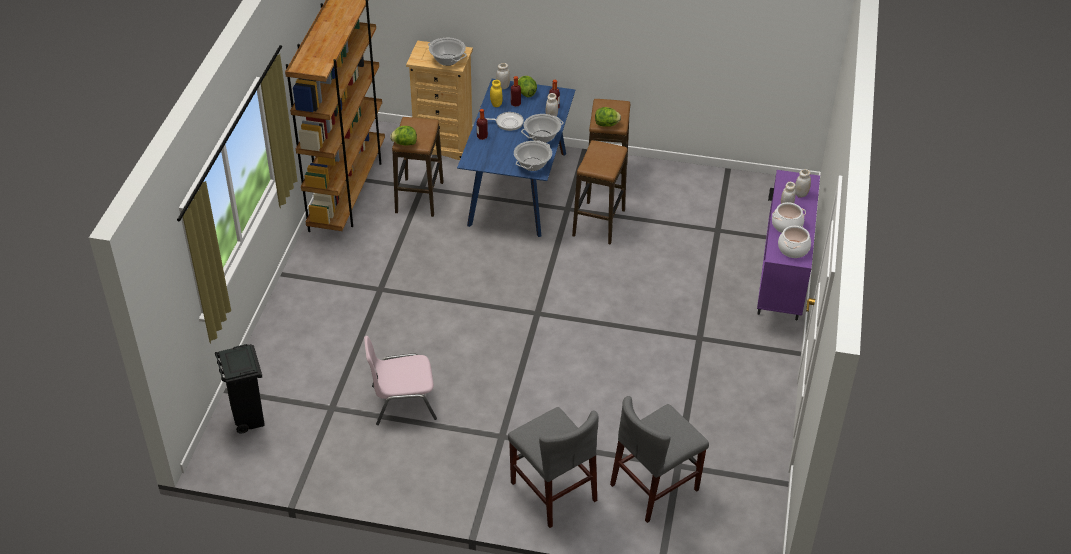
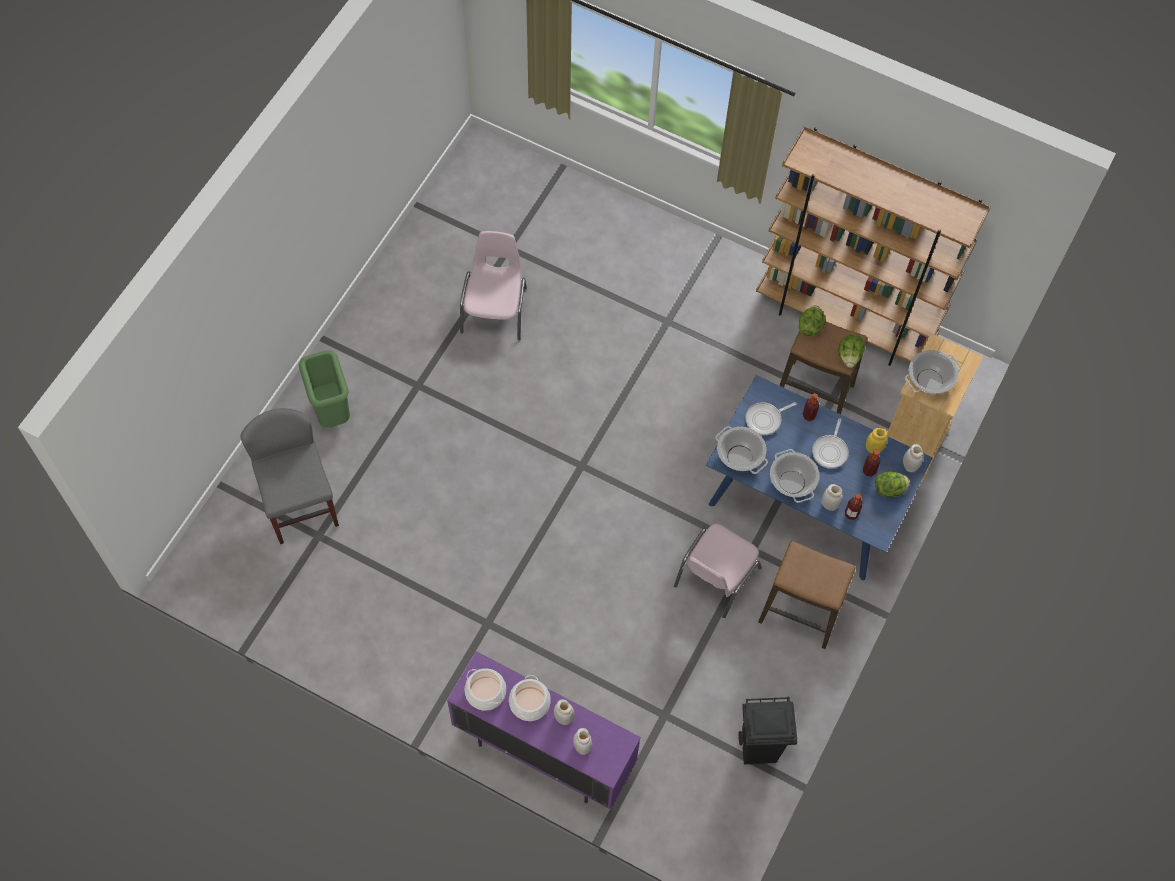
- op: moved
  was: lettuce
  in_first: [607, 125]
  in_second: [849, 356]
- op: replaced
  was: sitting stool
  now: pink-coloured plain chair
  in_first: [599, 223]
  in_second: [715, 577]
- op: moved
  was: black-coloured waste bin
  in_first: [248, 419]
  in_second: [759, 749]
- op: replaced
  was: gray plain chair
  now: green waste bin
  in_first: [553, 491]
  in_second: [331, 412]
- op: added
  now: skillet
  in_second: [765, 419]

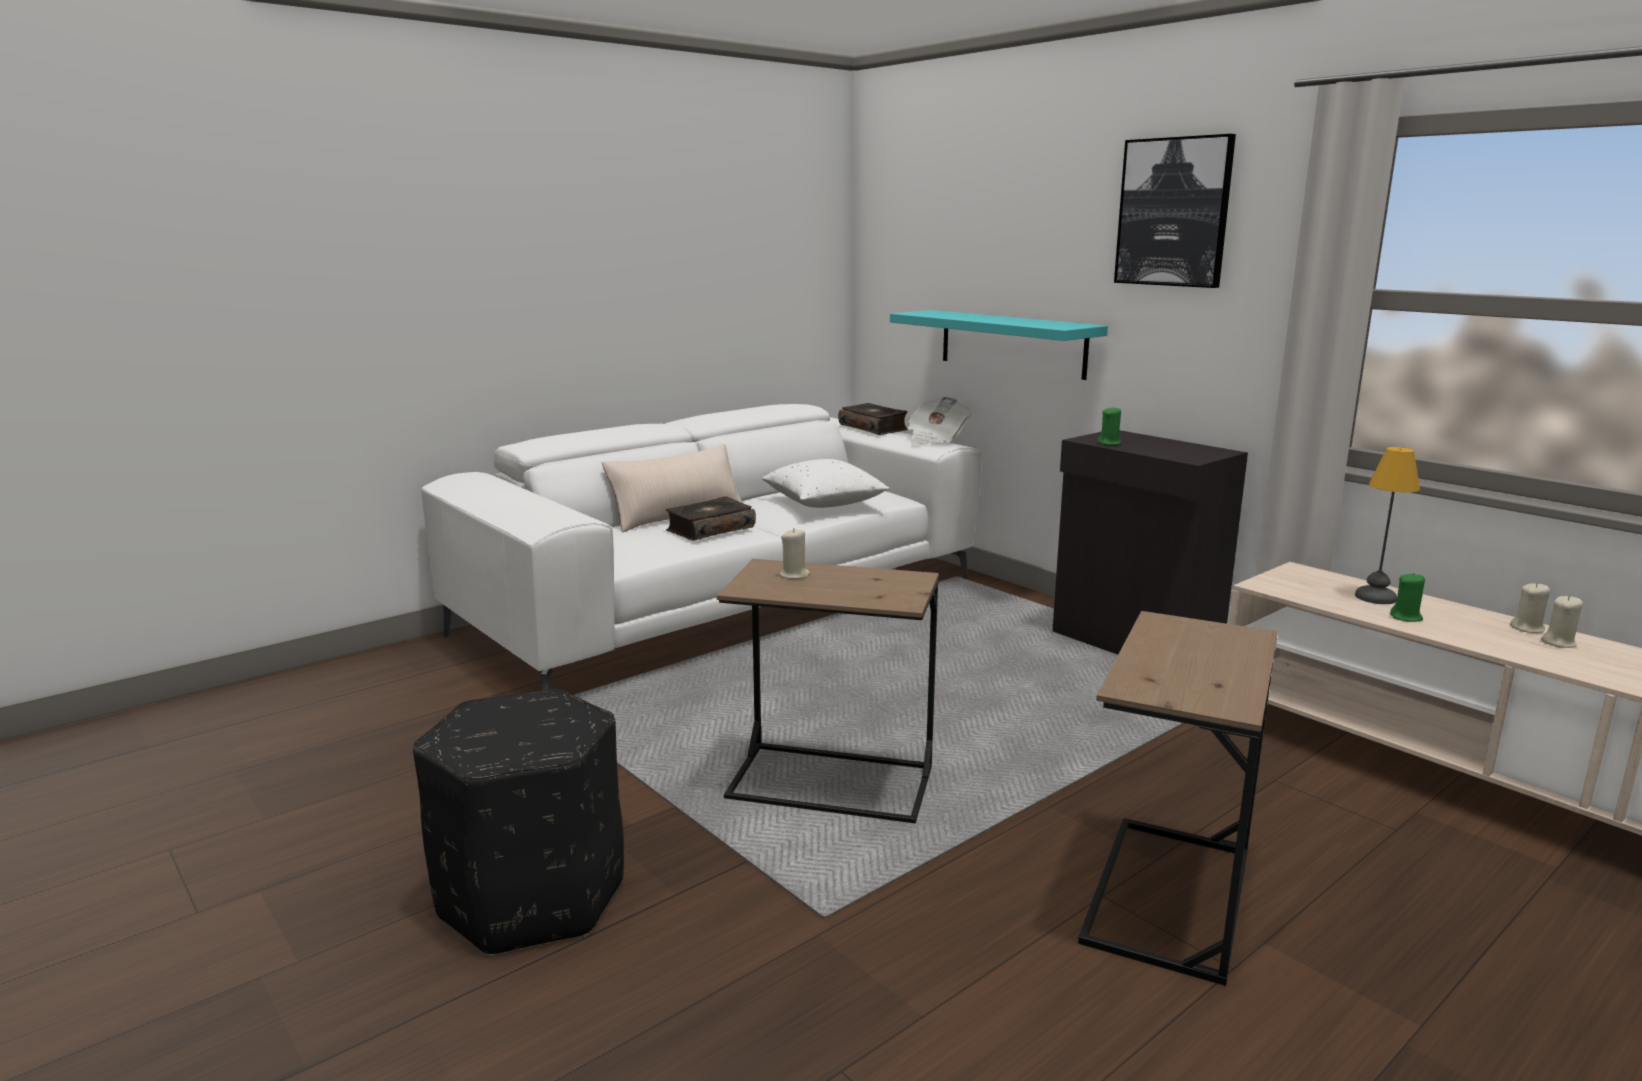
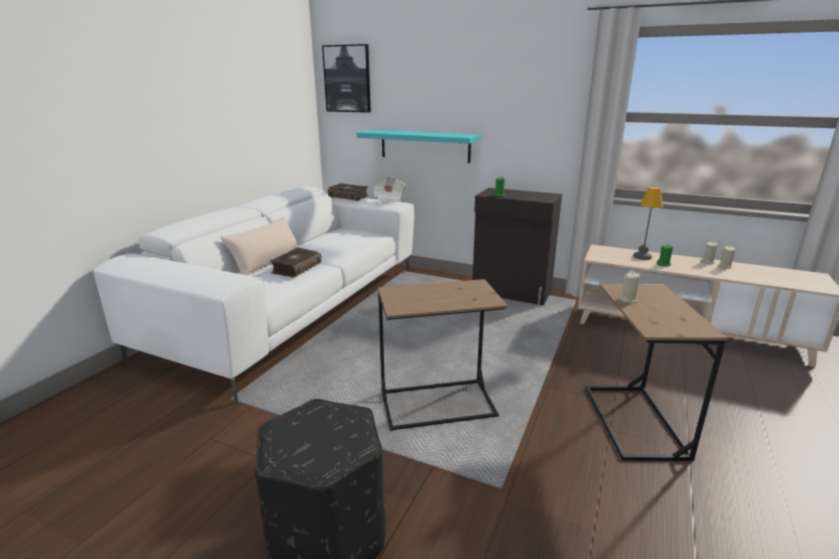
- op: moved
  was: wall picture
  in_first: [1174, 212]
  in_second: [347, 79]
- op: removed
  was: whitish throw pillow
  in_first: [824, 504]
- op: moved
  was: beige-coloured wax candle
  in_first: [794, 575]
  in_second: [628, 299]

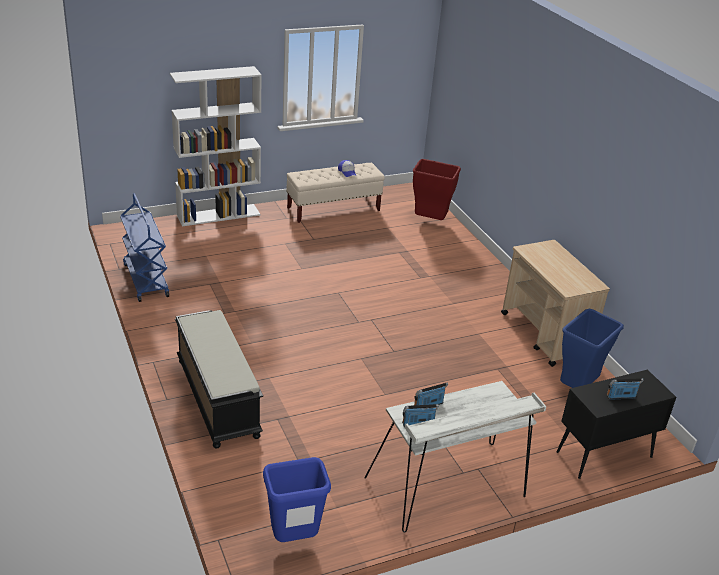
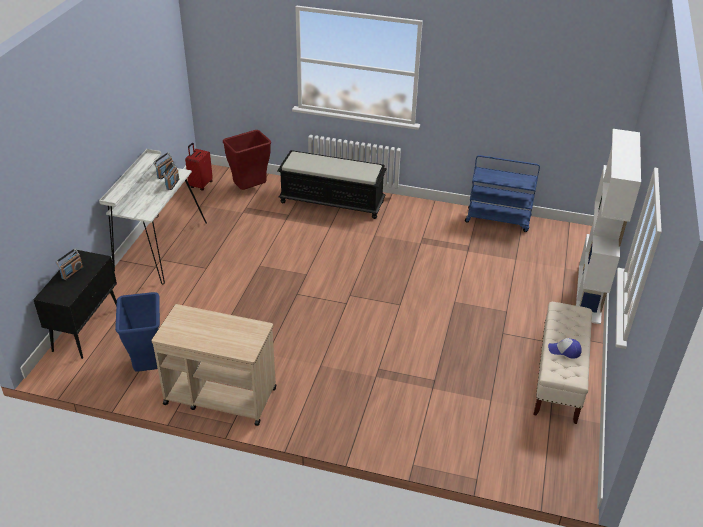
- op: moved
  was: red waste bin
  in_first: [430, 221]
  in_second: [250, 190]
- op: replaced
  was: blue-coloured waste bin
  now: red piece of luggage
  in_first: [293, 539]
  in_second: [200, 185]

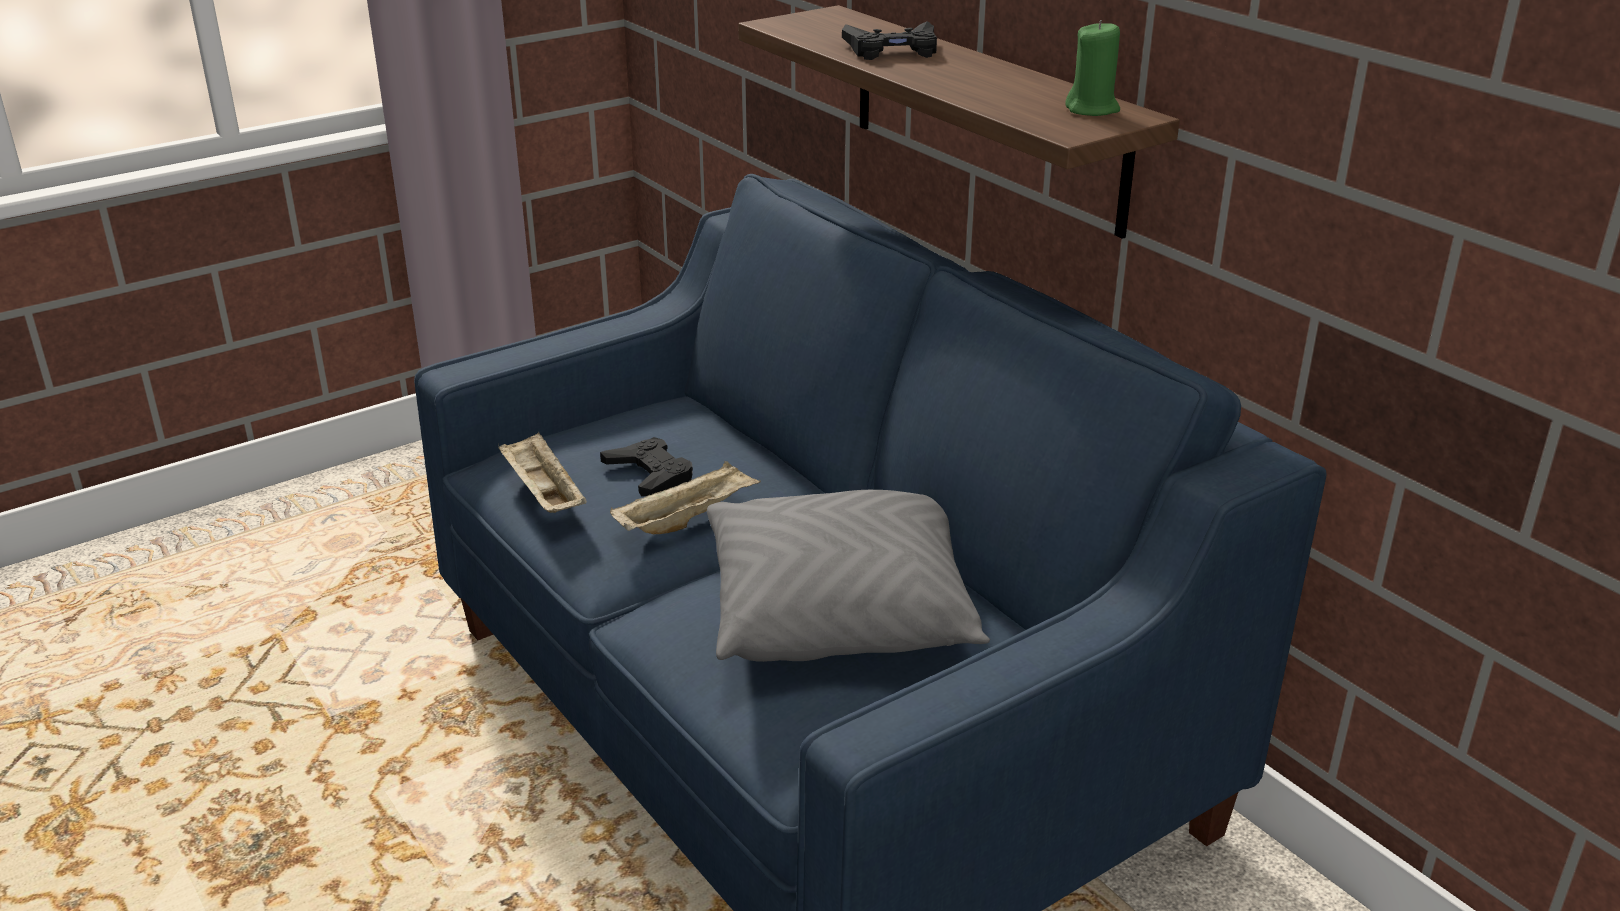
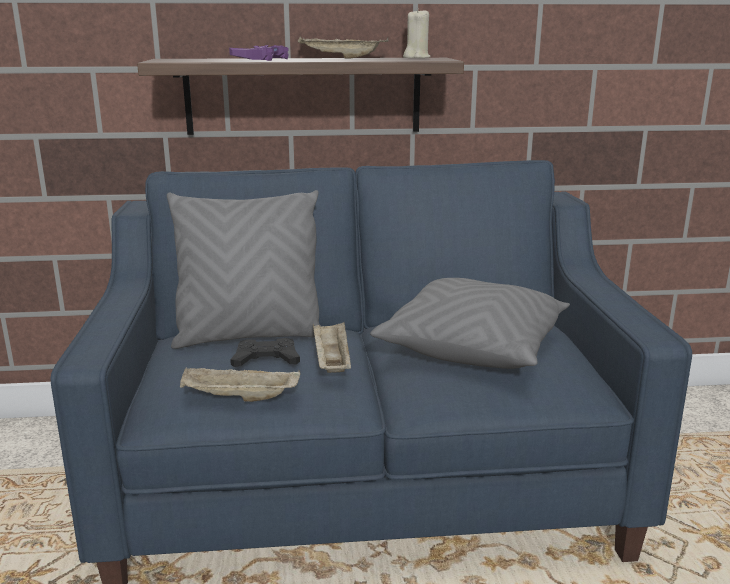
- op: recoloured
  was: green wax candle
  now: beige-coloured wax candle
  in_first: [1092, 109]
  in_second: [416, 58]
- op: recoloured
  was: black-coloured game controller
  now: purple game controller
  in_first: [892, 50]
  in_second: [262, 59]
- op: added
  now: beige-coloured carrying tray
  in_second: [340, 58]
- op: added
  now: gray throw pillow
  in_second: [249, 336]

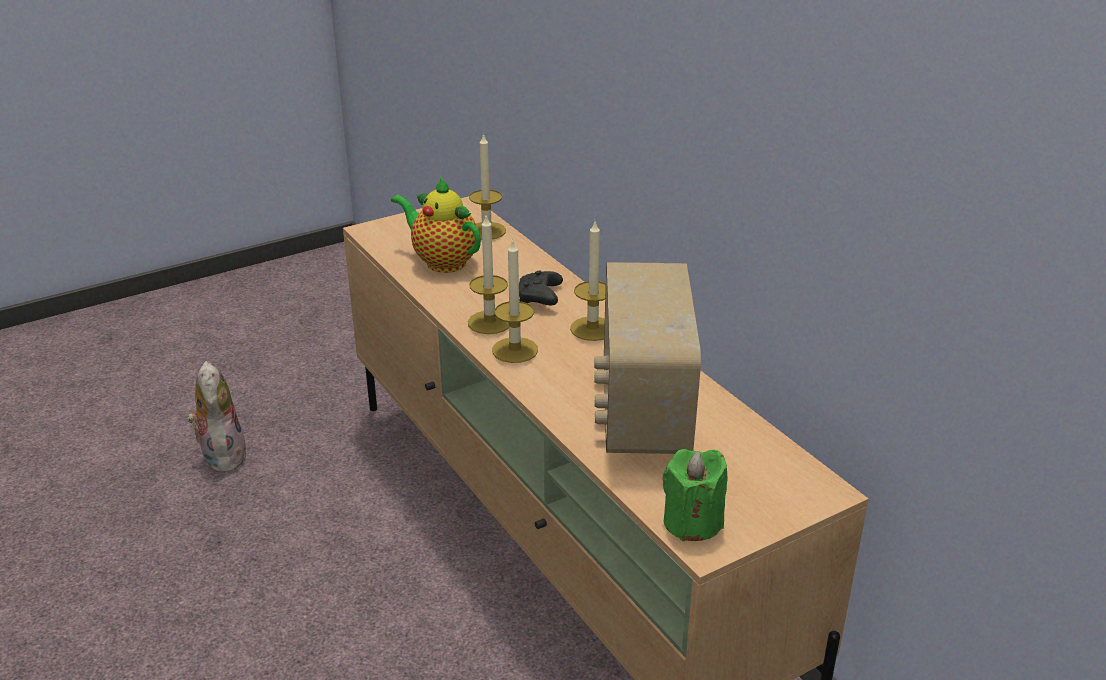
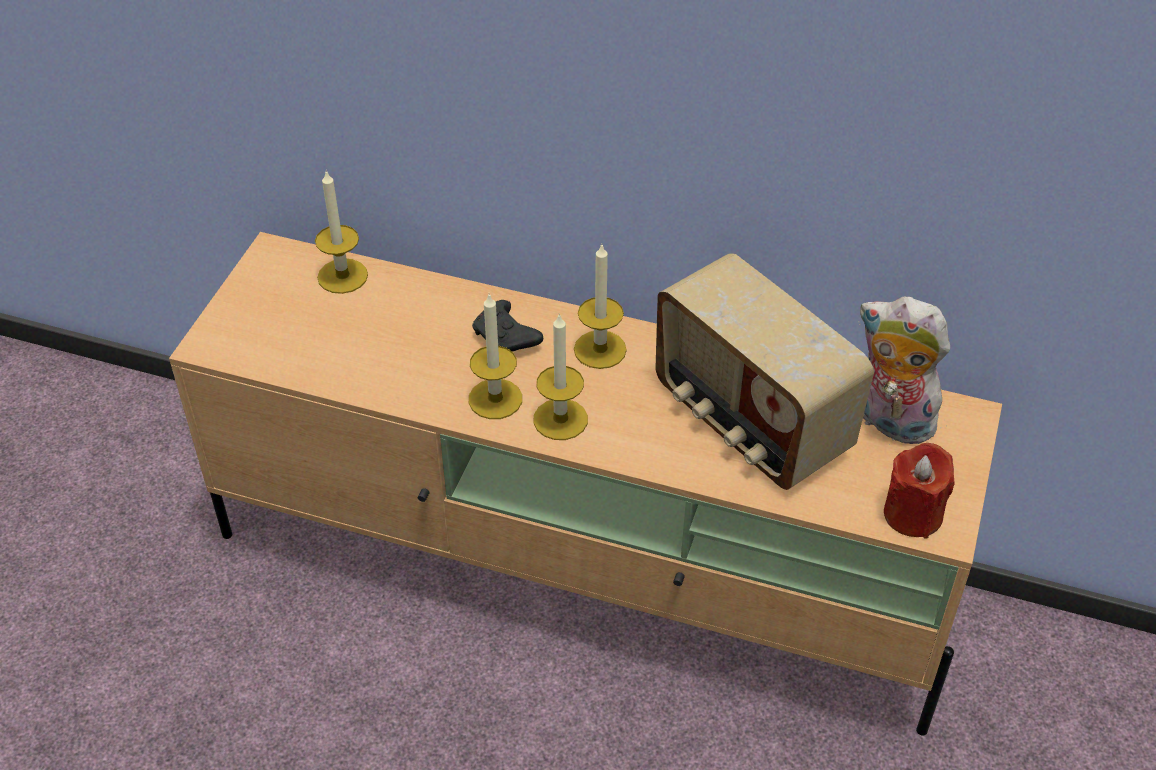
- op: removed
  was: tea pot
  in_first: [442, 262]
- op: moved
  was: plush toy
  in_first: [221, 455]
  in_second: [888, 421]
- op: recoloured
  was: green wax candle
  now: red wax candle
  in_first: [692, 522]
  in_second: [912, 514]

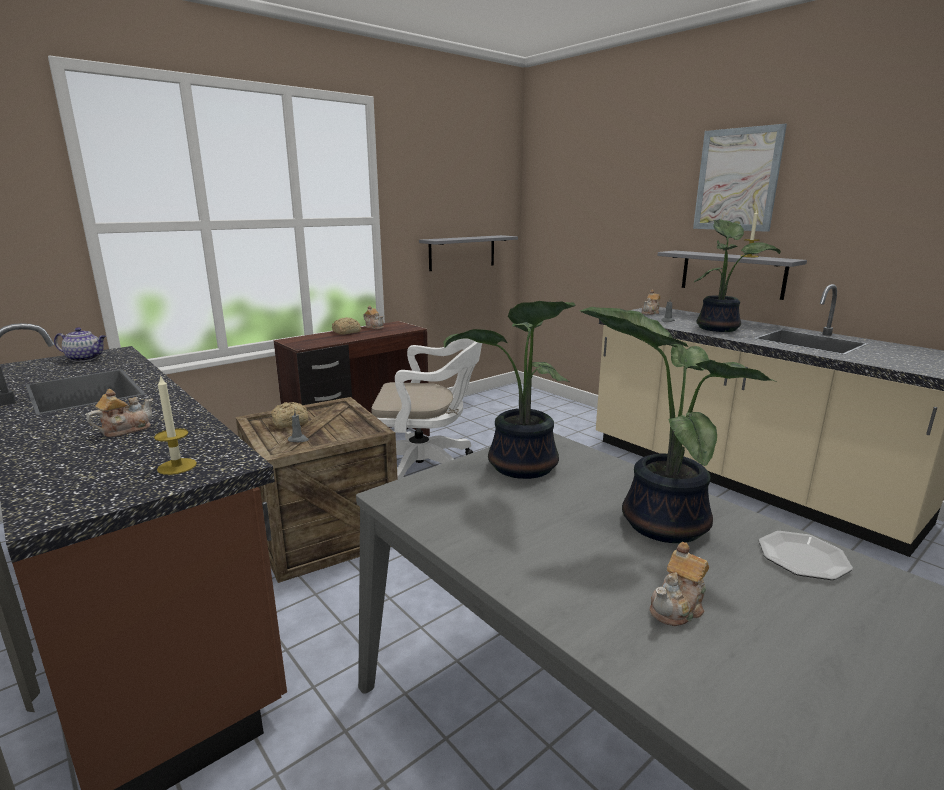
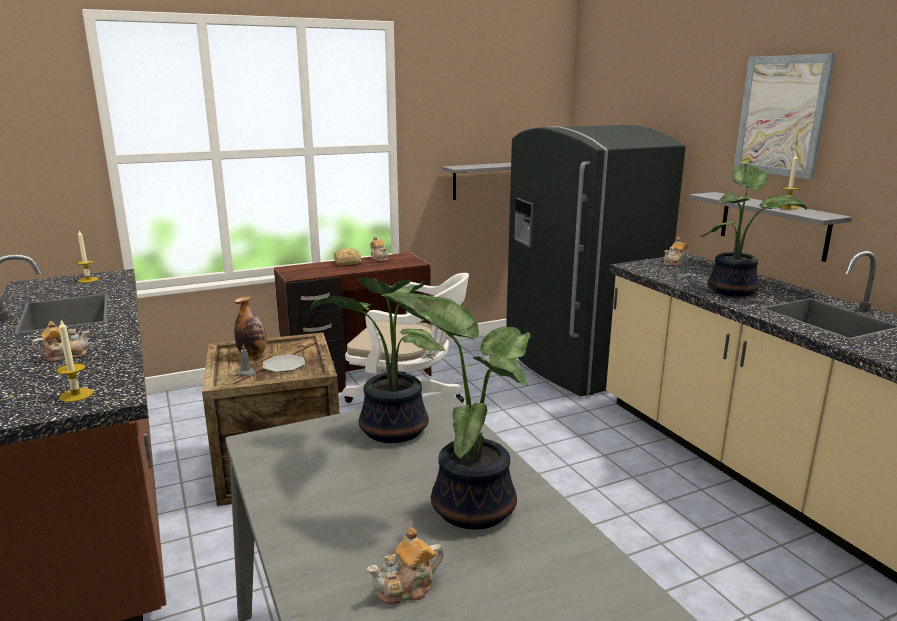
- op: replaced
  was: tea pot
  now: wax candle
  in_first: [85, 358]
  in_second: [88, 280]
- op: replaced
  was: bread
  now: bottle
  in_first: [291, 422]
  in_second: [252, 354]
- op: moved
  was: plate
  in_first: [802, 557]
  in_second: [284, 365]
- op: added
  now: gray fridge
  in_second: [575, 364]

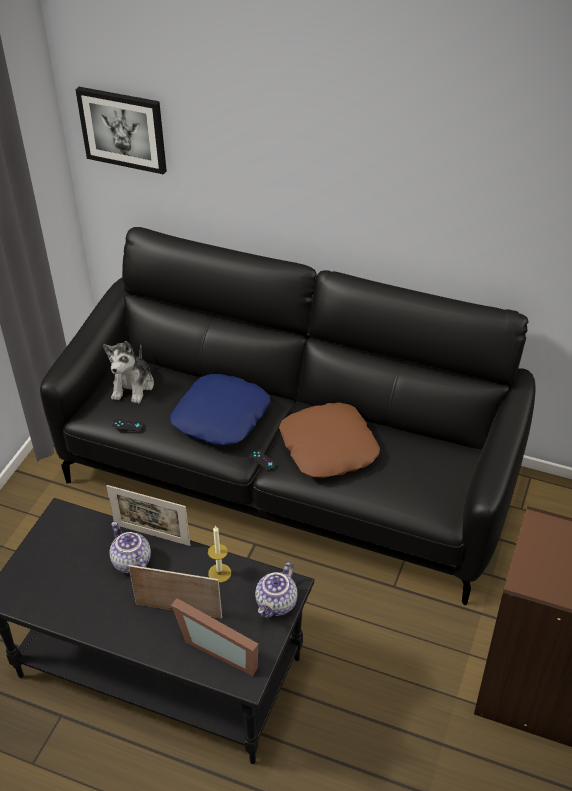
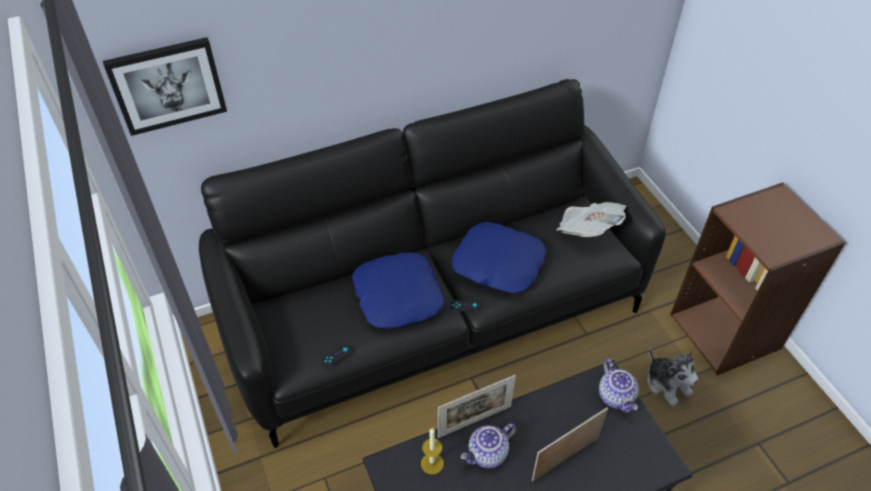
- op: moved
  was: plush toy
  in_first: [133, 386]
  in_second: [667, 384]
- op: recoloured
  was: brownish throw pillow
  now: blue-coloured throw pillow
  in_first: [328, 448]
  in_second: [498, 264]
- op: turned
  was: tea pot
  in_first: [130, 562]
  in_second: [488, 455]
  clockwise: -45
- op: moved
  was: wax candle
  in_first: [219, 573]
  in_second: [432, 463]
- op: removed
  was: picture frame
  in_first: [221, 646]
- op: added
  now: printed paper
  in_second: [587, 229]

